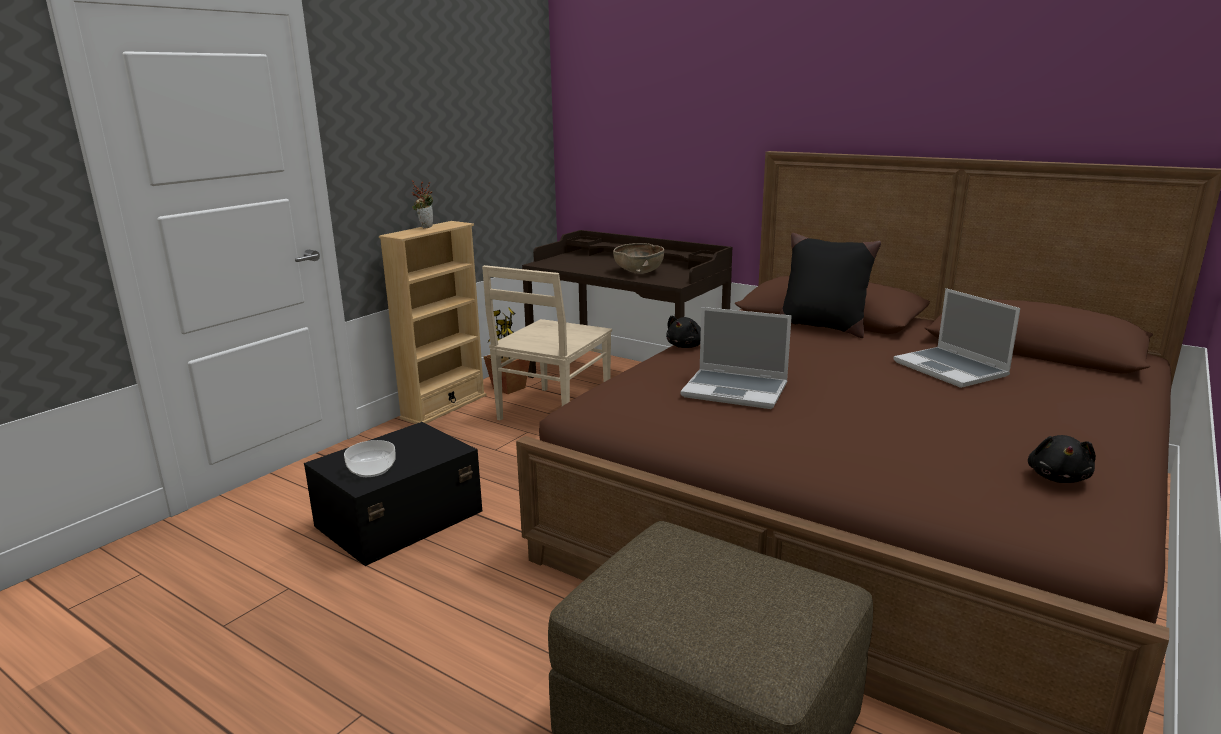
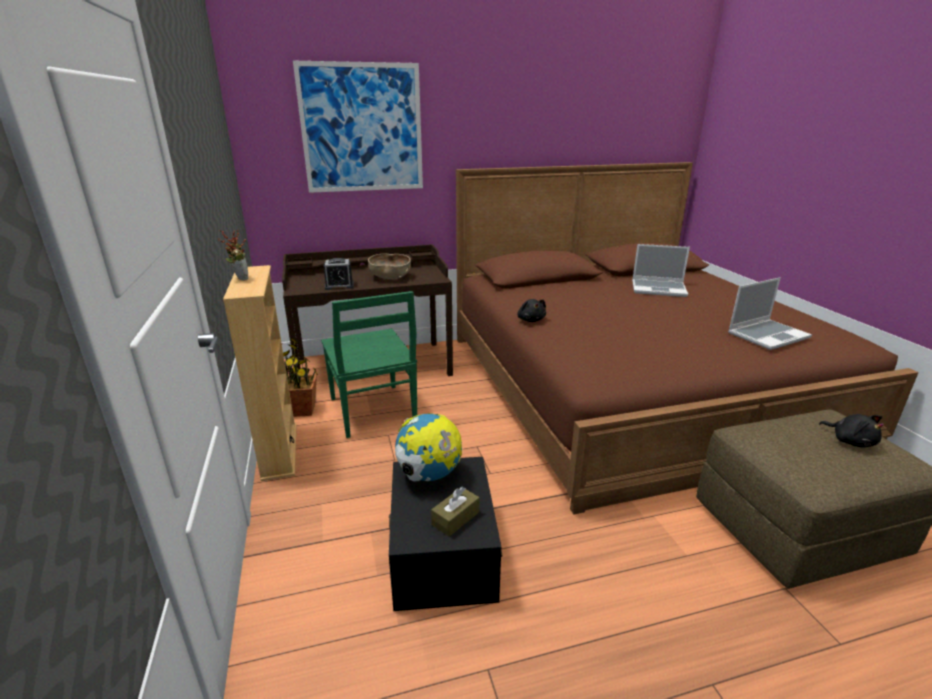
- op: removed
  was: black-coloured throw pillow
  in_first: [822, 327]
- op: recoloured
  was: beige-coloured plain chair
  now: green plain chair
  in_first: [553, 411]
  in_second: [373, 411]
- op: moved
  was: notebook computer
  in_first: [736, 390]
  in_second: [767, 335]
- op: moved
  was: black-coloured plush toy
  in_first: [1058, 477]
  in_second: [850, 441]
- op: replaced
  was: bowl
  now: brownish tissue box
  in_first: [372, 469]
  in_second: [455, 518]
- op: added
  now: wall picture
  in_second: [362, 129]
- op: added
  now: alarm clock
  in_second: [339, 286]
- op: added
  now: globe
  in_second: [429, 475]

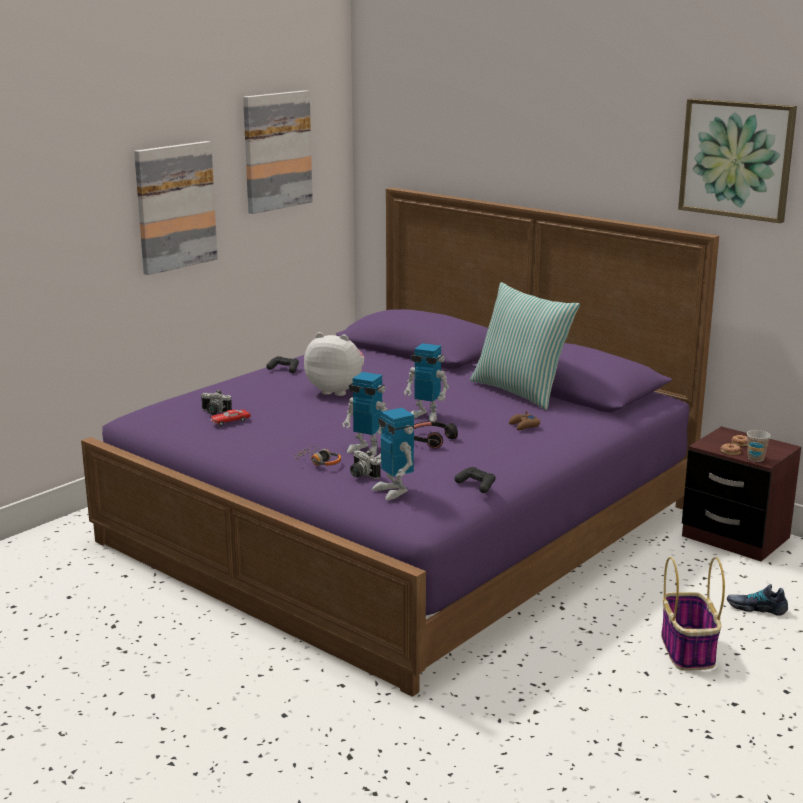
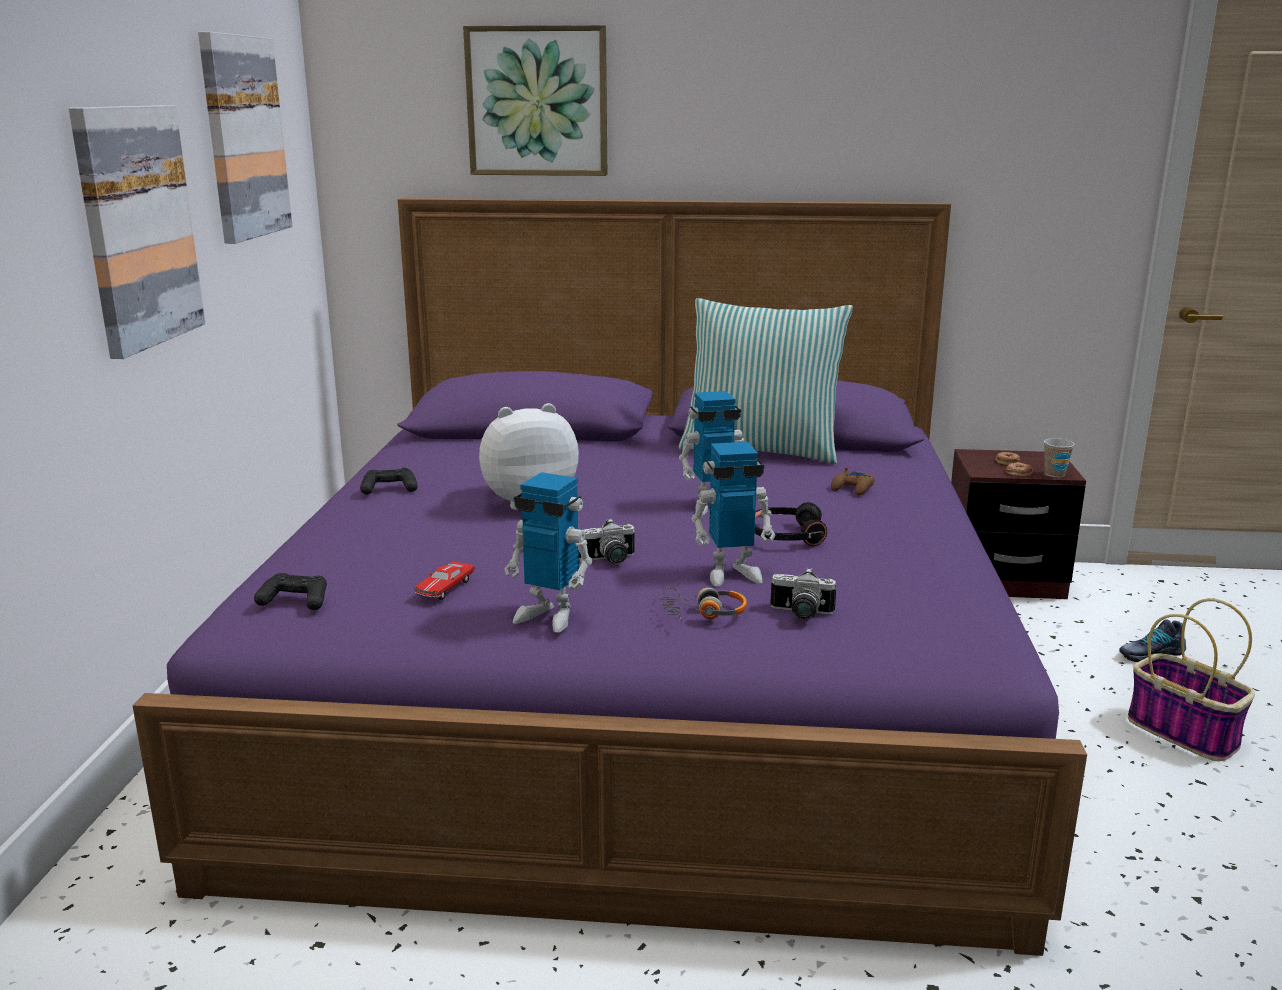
- op: moved
  was: wall picture
  in_first: [737, 159]
  in_second: [537, 101]
- op: moved
  was: photo camera
  in_first: [214, 412]
  in_second: [609, 560]
- op: moved
  was: robot figure
  in_first: [393, 491]
  in_second: [549, 615]
- op: moved
  was: black-coloured game controller
  in_first: [476, 485]
  in_second: [295, 601]

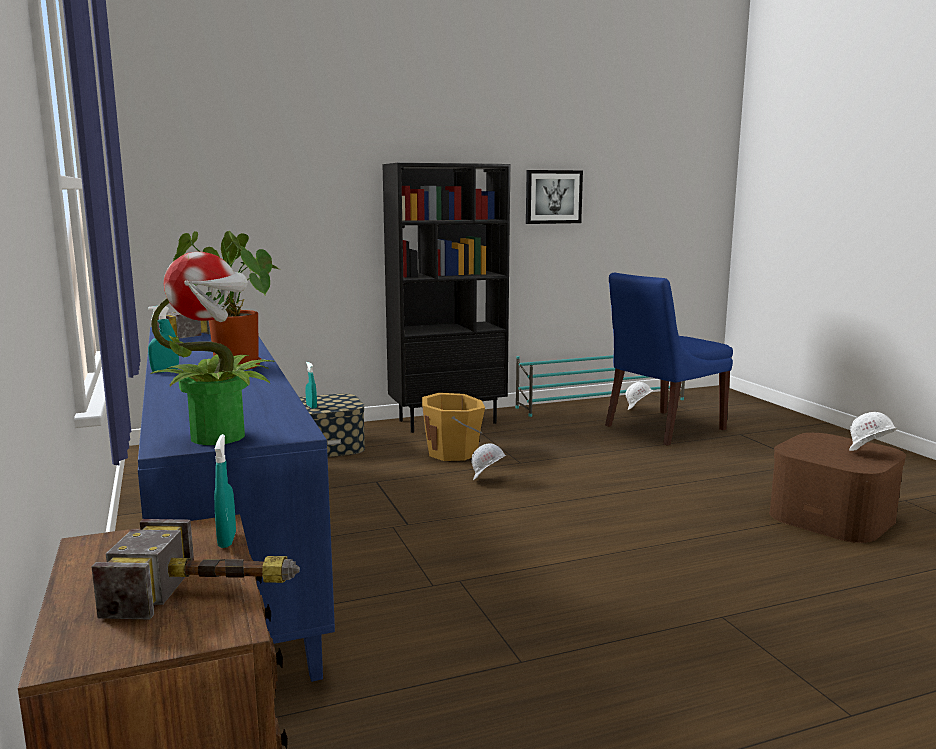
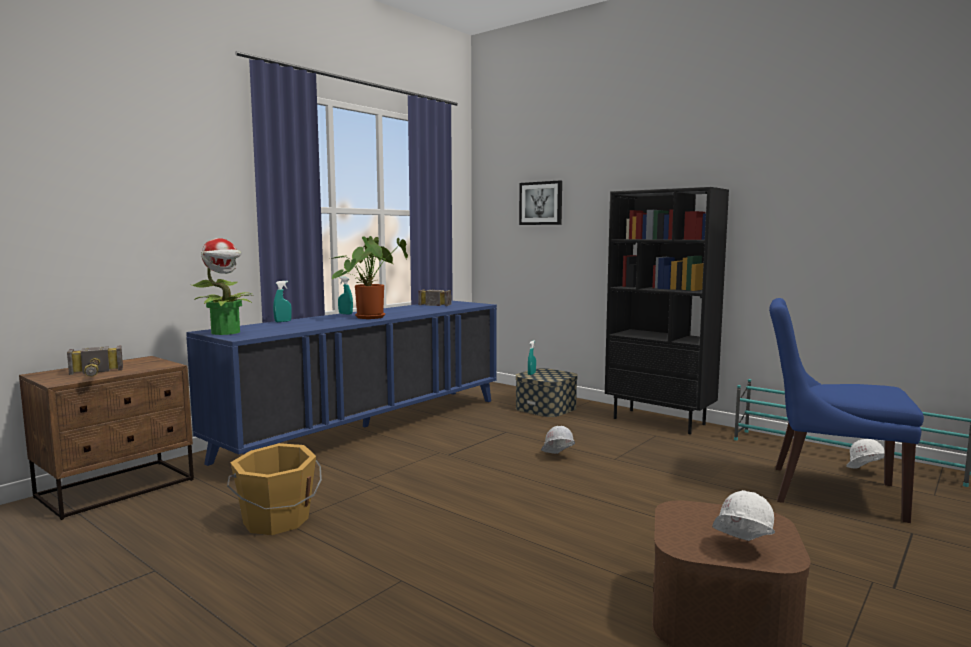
- op: moved
  was: wall picture
  in_first: [553, 197]
  in_second: [541, 203]
- op: moved
  was: orangey pail
  in_first: [454, 452]
  in_second: [276, 521]
- op: moved
  was: blue-green sprayer
  in_first: [227, 540]
  in_second: [283, 321]

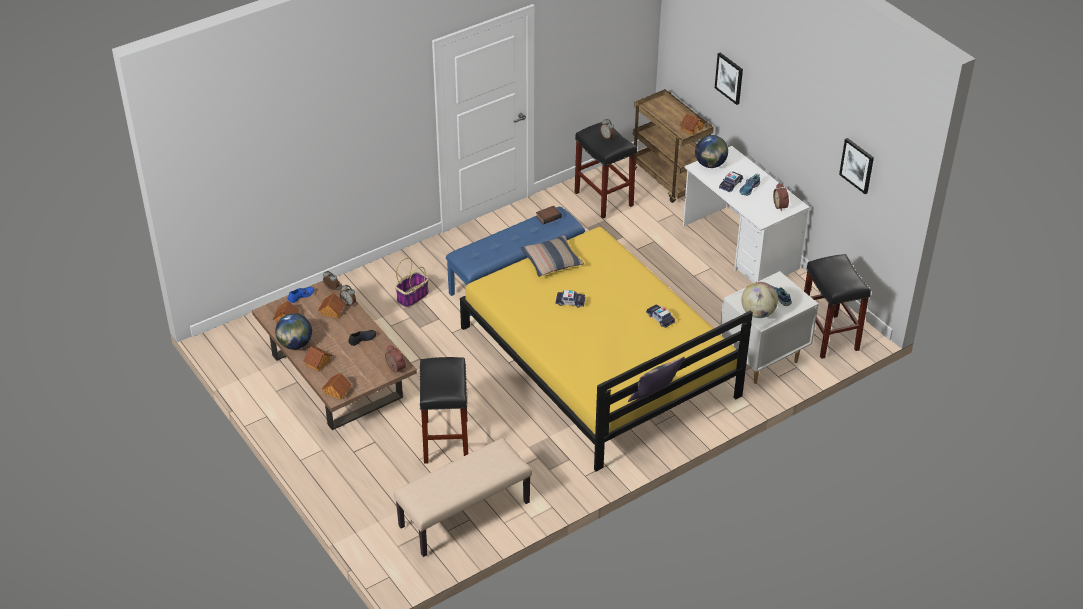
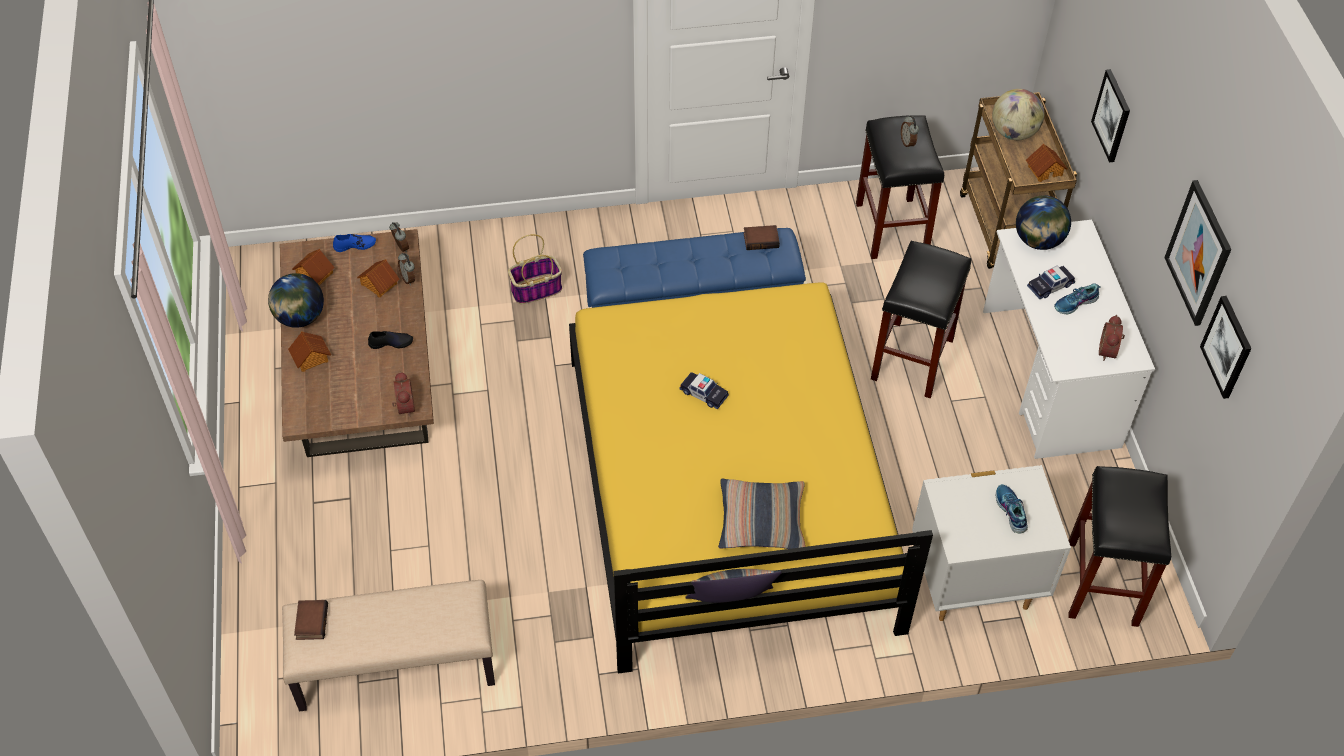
- op: moved
  was: throw pillow
  in_first: [551, 261]
  in_second: [761, 521]
- op: moved
  was: globe
  in_first: [758, 313]
  in_second: [1014, 133]
- op: removed
  was: miniature car
  in_first: [660, 318]
- op: moved
  was: black-coloured sitting stool
  in_first: [446, 441]
  in_second: [912, 360]
- op: removed
  was: miniature house
  in_first: [336, 391]
- op: added
  now: wall picture
  in_second: [1199, 253]
- op: added
  now: book
  in_second: [310, 621]

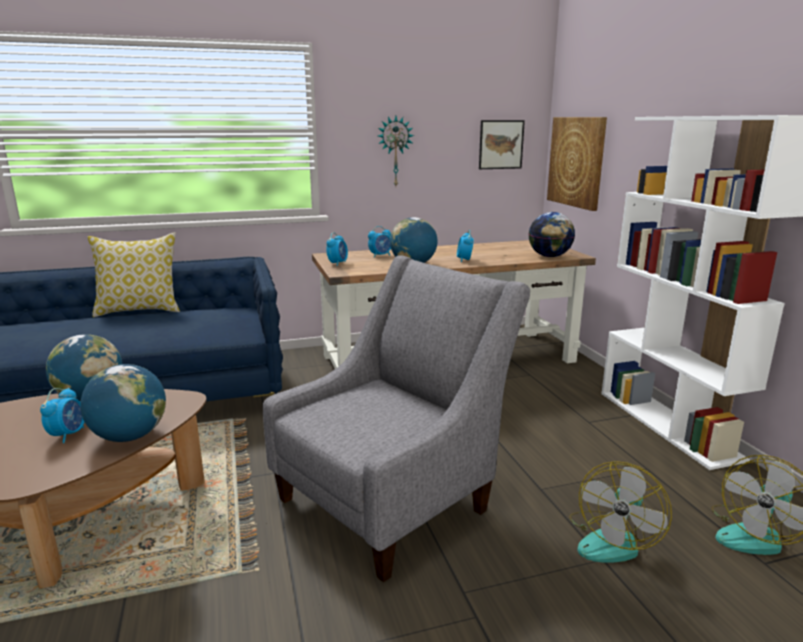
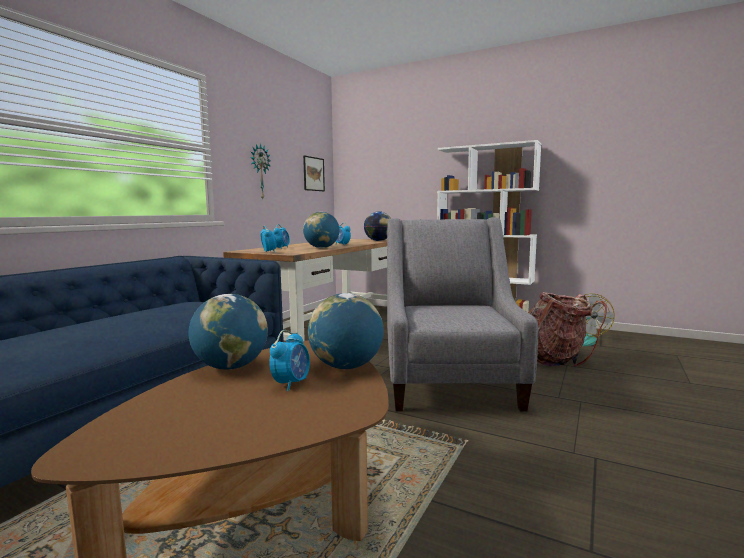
- op: removed
  was: wall picture
  in_first: [576, 162]
- op: removed
  was: throw pillow
  in_first: [140, 310]
- op: turned
  was: alarm clock
  in_first: [68, 434]
  in_second: [291, 383]
  clockwise: 60
- op: replaced
  was: electric fan
  now: knapsack
  in_first: [612, 540]
  in_second: [555, 358]

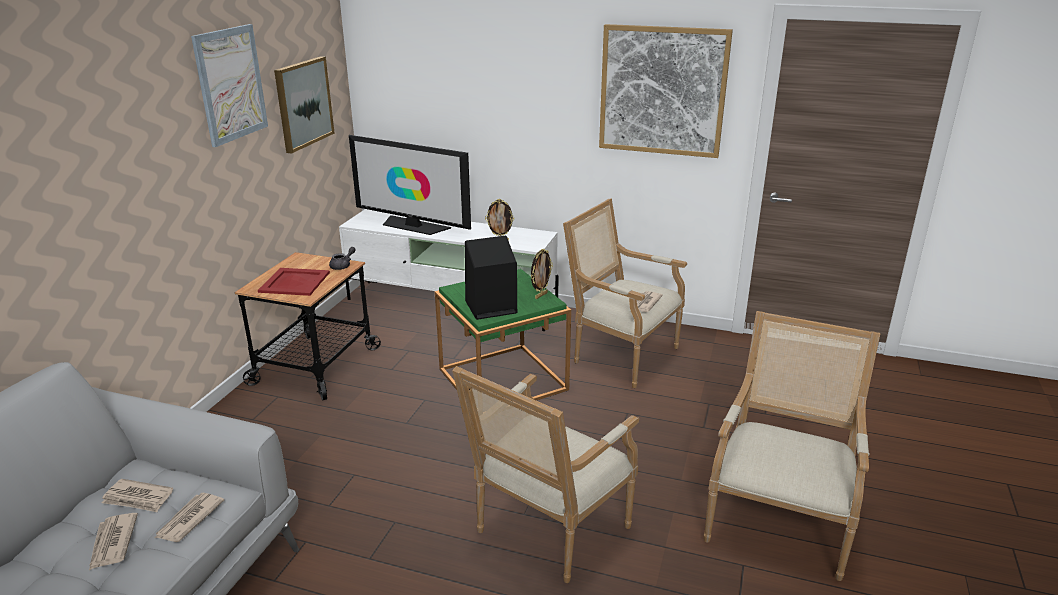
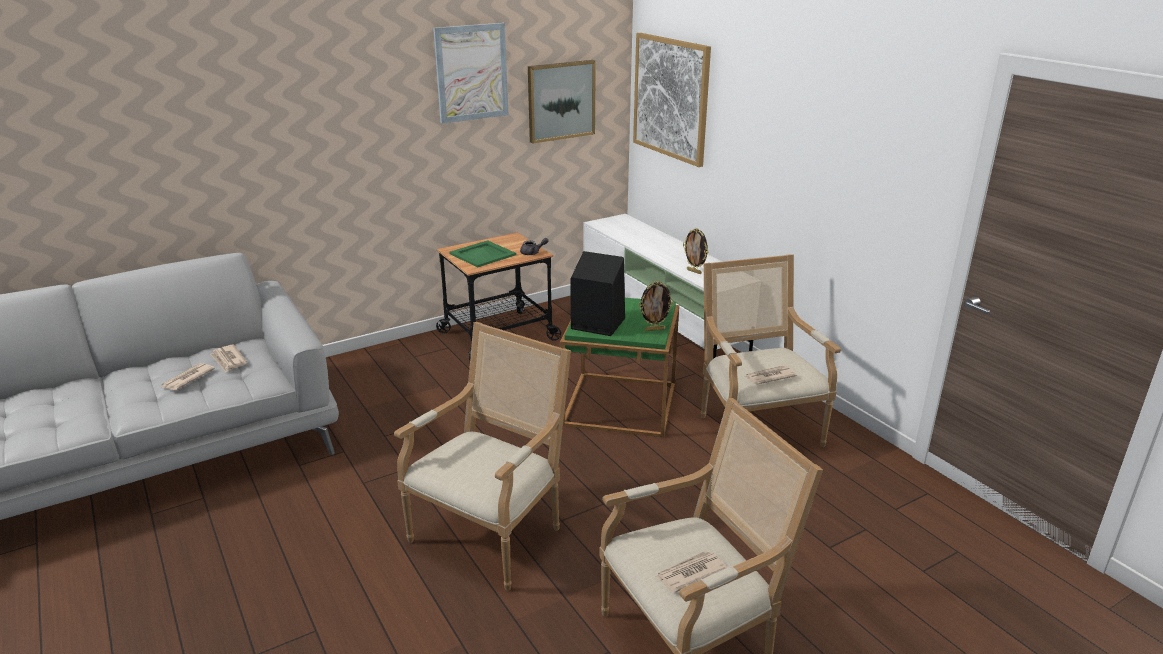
- op: moved
  was: wall picture
  in_first: [662, 91]
  in_second: [671, 98]
- op: removed
  was: TV
  in_first: [413, 226]
- op: recoloured
  was: red carrying tray
  now: green carrying tray
  in_first: [295, 282]
  in_second: [483, 254]
- op: turned
  was: lounge chair
  in_first: [546, 532]
  in_second: [492, 533]
  clockwise: 135
- op: moved
  was: printed paper
  in_first: [189, 519]
  in_second: [690, 573]

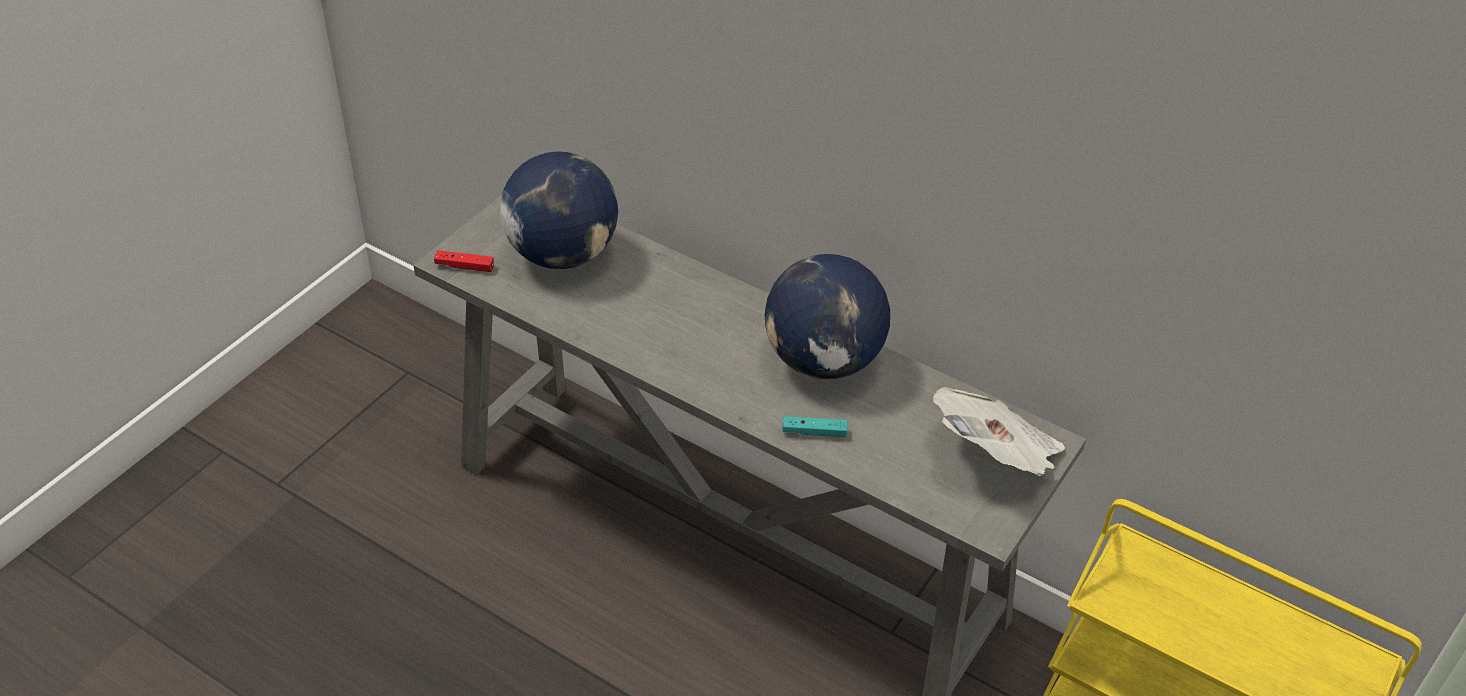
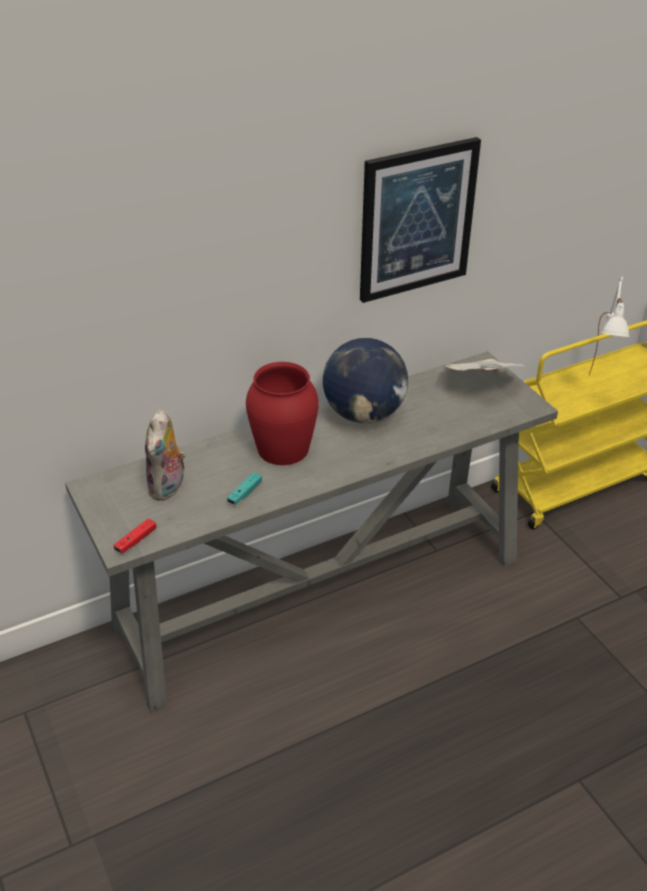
- op: replaced
  was: globe
  now: plush toy
  in_first: [562, 254]
  in_second: [168, 488]
- op: moved
  was: blue-green game controller
  in_first: [814, 432]
  in_second: [245, 493]
- op: added
  now: wall picture
  in_second: [416, 220]
- op: added
  now: whitish table lamp
  in_second: [598, 391]
- op: added
  now: red decorative vase
  in_second: [282, 449]

